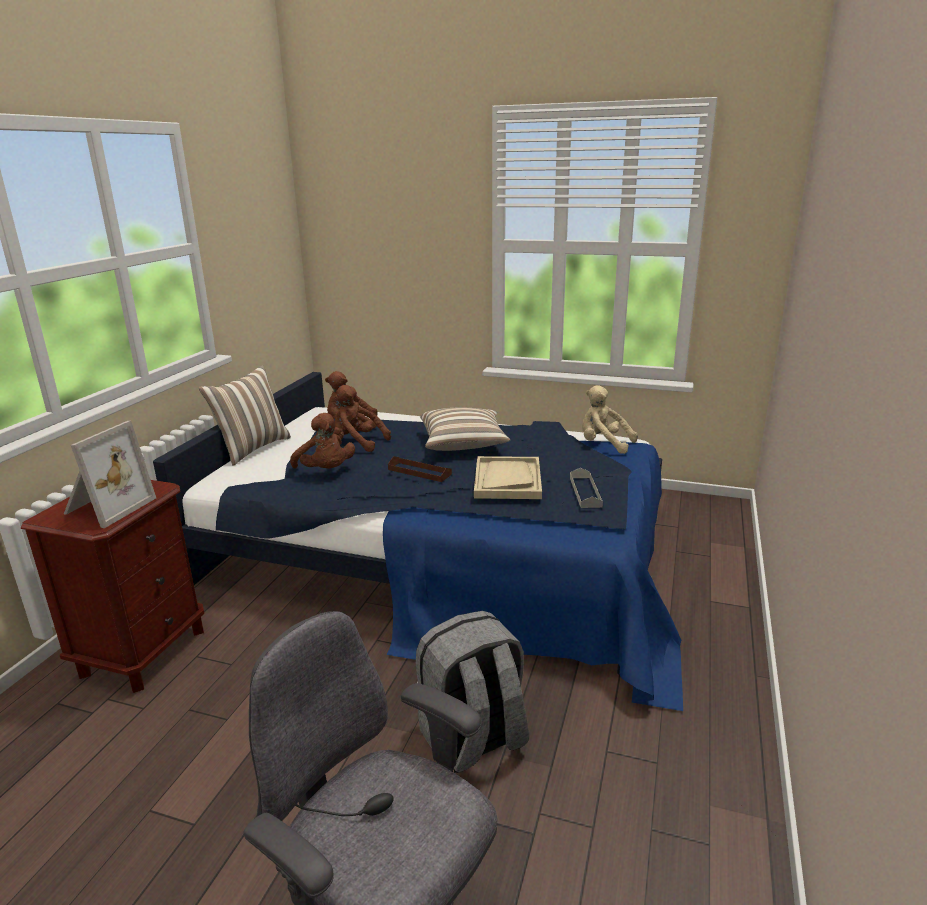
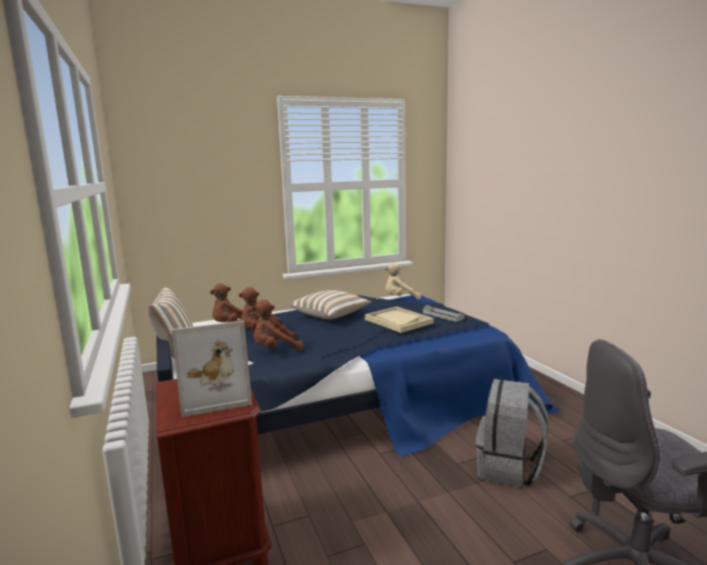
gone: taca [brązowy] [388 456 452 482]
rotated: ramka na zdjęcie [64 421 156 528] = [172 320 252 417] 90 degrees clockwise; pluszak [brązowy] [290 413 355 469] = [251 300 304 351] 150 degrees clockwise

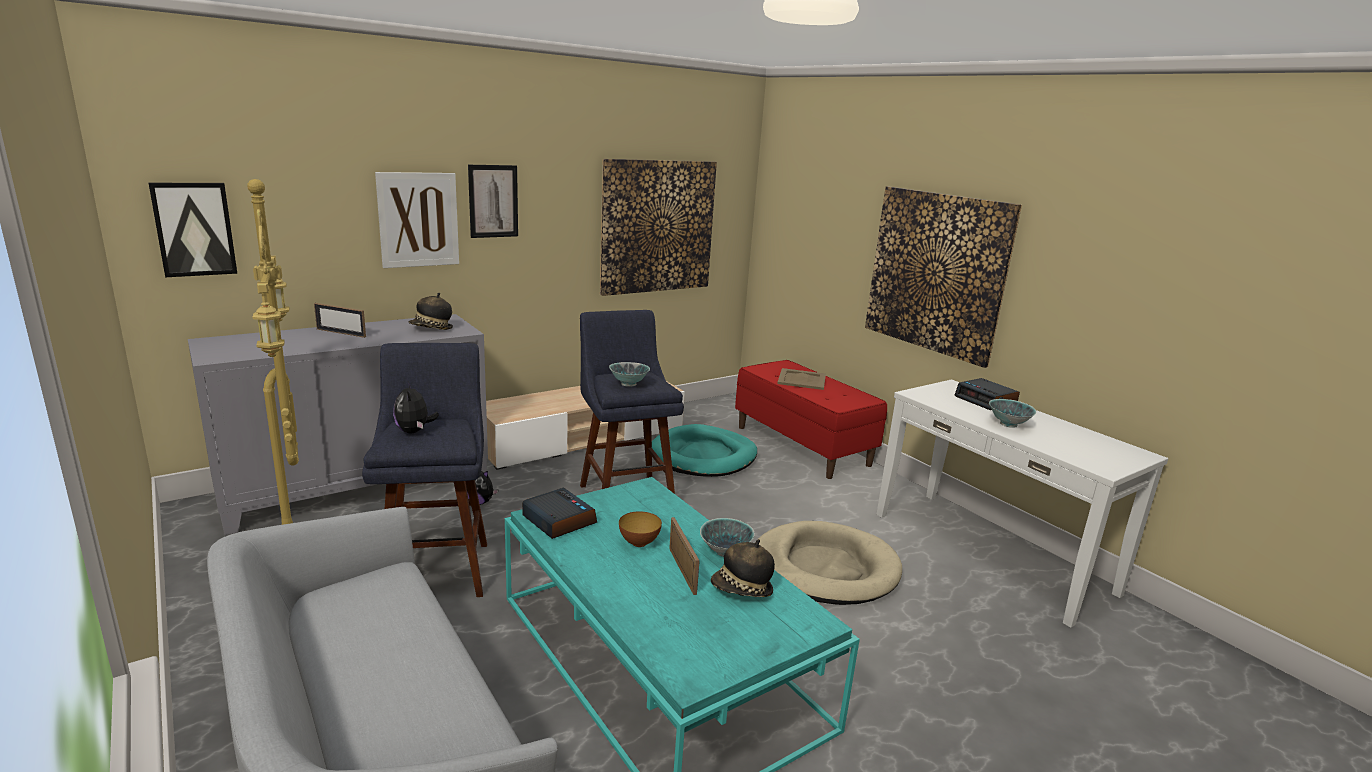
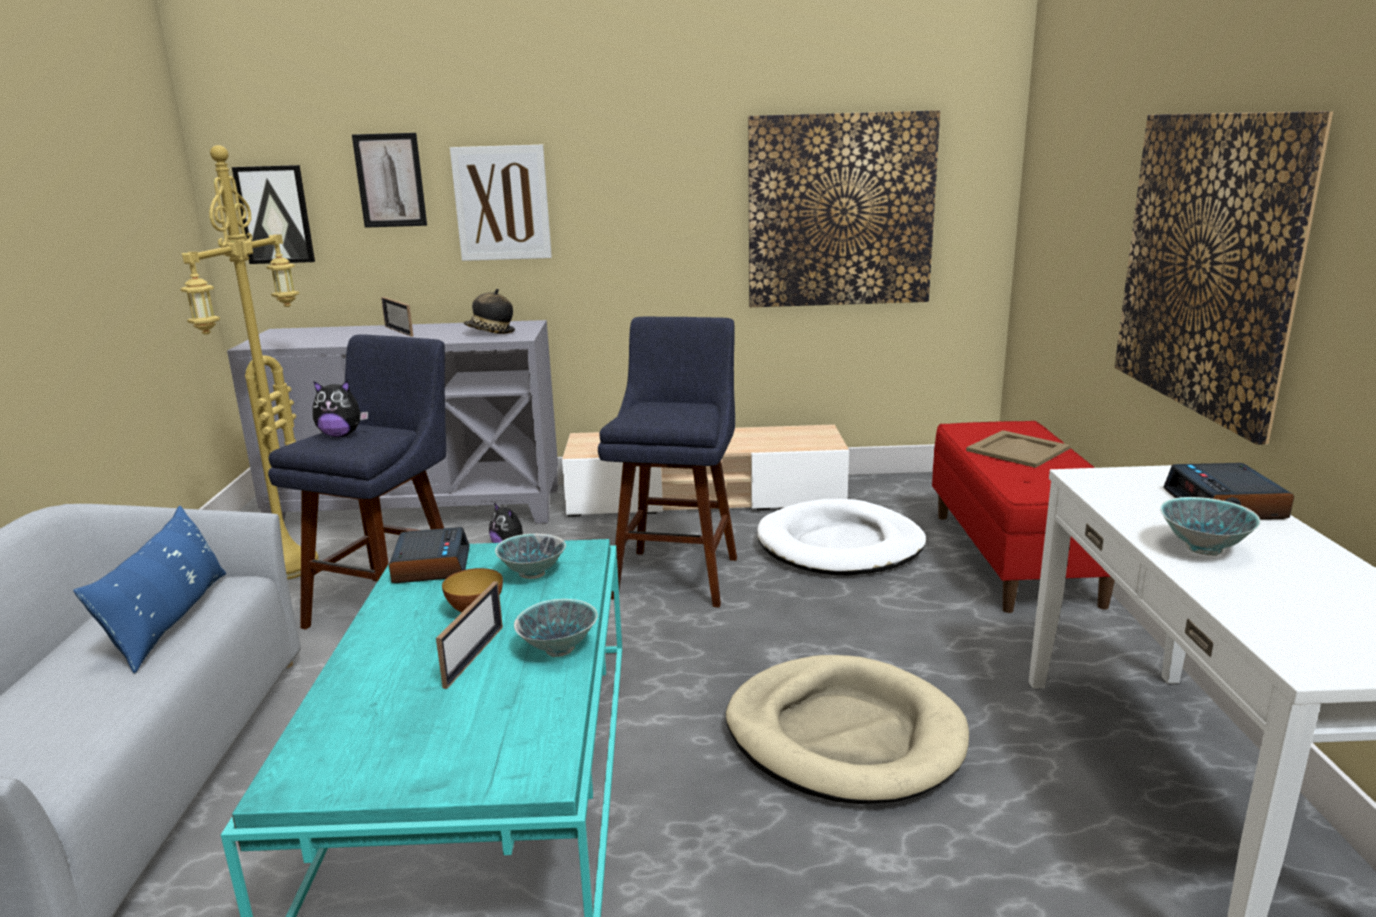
gone: kapelusz [711 539 775 597]
new: poduszka [niebieski] [73 506 226 674]
shifted: obraz [468 165 518 238] to [352 133 427 228]; miska [609 362 650 387] to [495 533 566 579]
repainted: legowisko [turkusowy] [652 424 757 477] to legowisko [biały] [757 499 926 575]
rotated: pluszak [393 382 439 434] = [313 380 368 437] 105 degrees counterclockwise

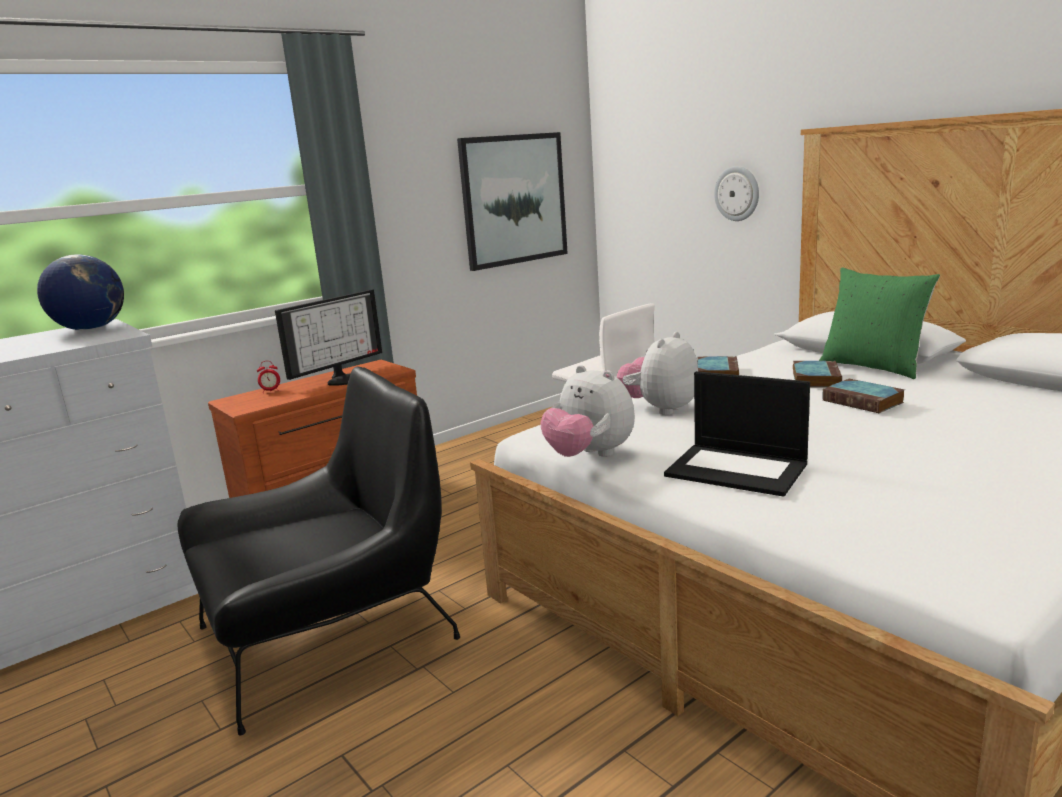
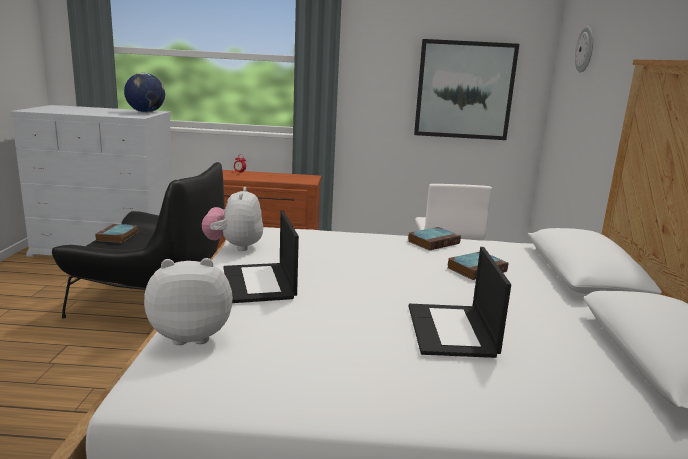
gone: monitor [275 289 382 386]; poduszka [zielony] [819 268 940 379]
new: laptop [408 247 511 358]
shifted: pluszak [617 332 698 415] to [144 258 233 345]; zegar ścienny [714 166 759 221] to [575 27 593 73]; książka [823 379 905 413] to [95 224 138 243]

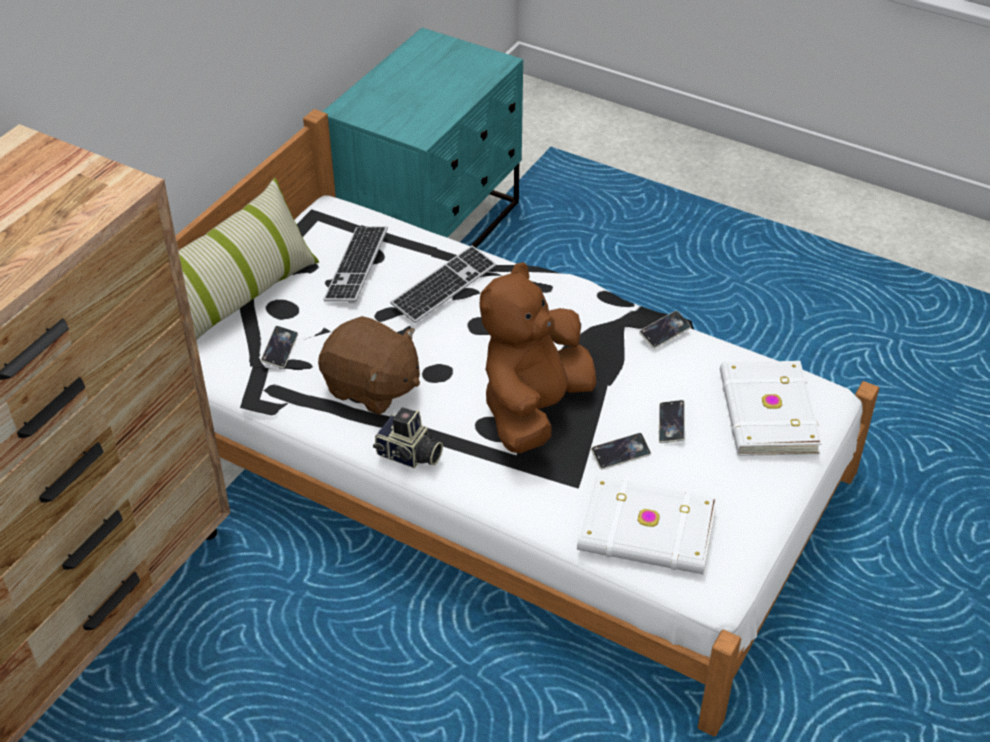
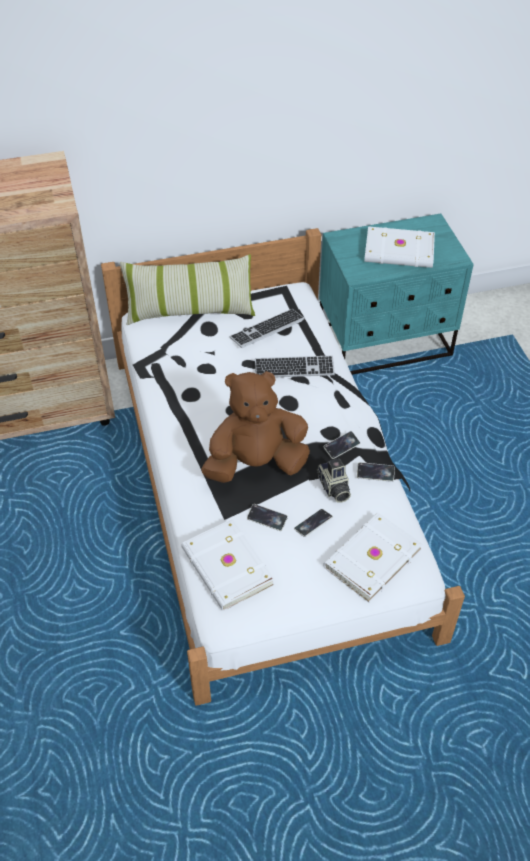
gone: pluszak [brązowy] [318 316 420 415]
new: książka [biały] [364 226 435 268]
shifted: telefon [261 326 298 368] to [323 431 360 459]; aparat fotograficzny [373 407 443 468] to [316 458 351 503]

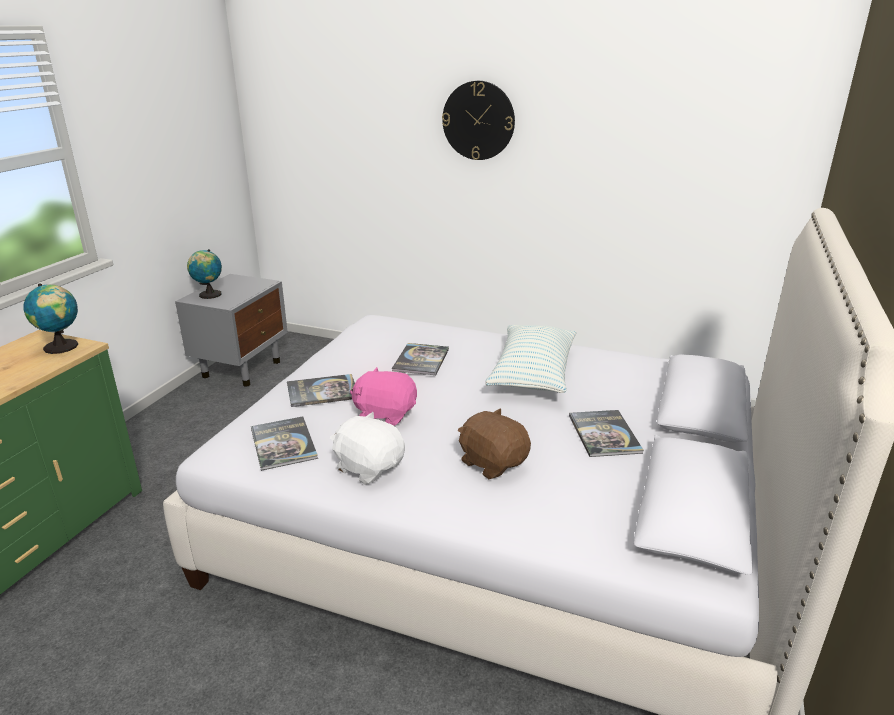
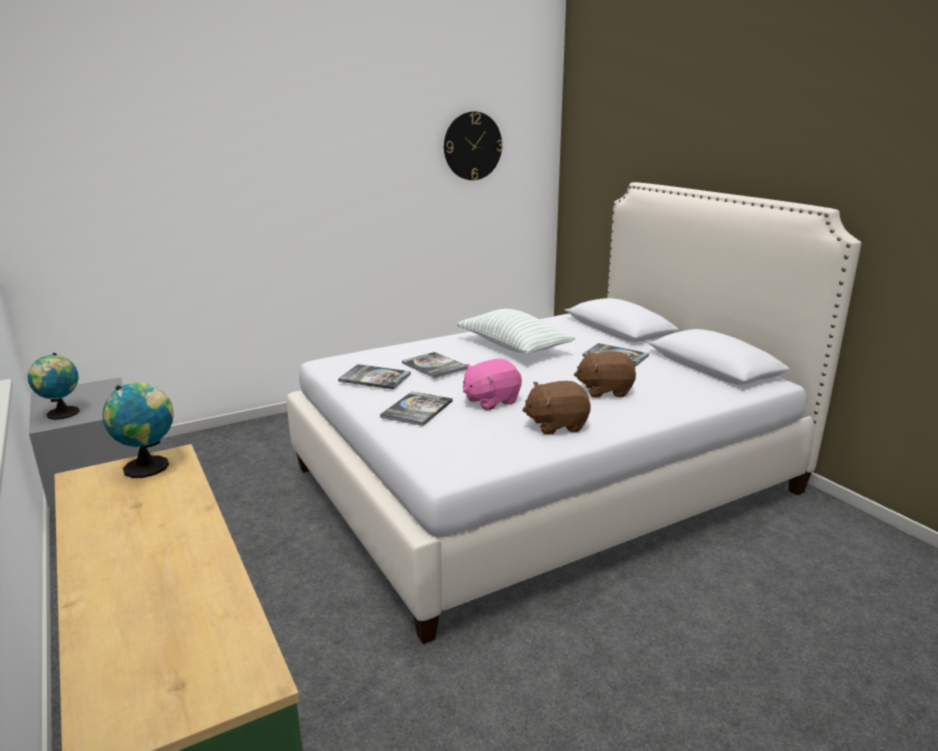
shifted: książka [251 416 318 471] to [338 364 411 389]; zegar ścienny [442 81 515 160] to [444 111 503 180]
repainted: pluszak [biały] [330 412 405 485] to pluszak [brązowy] [522 381 591 435]

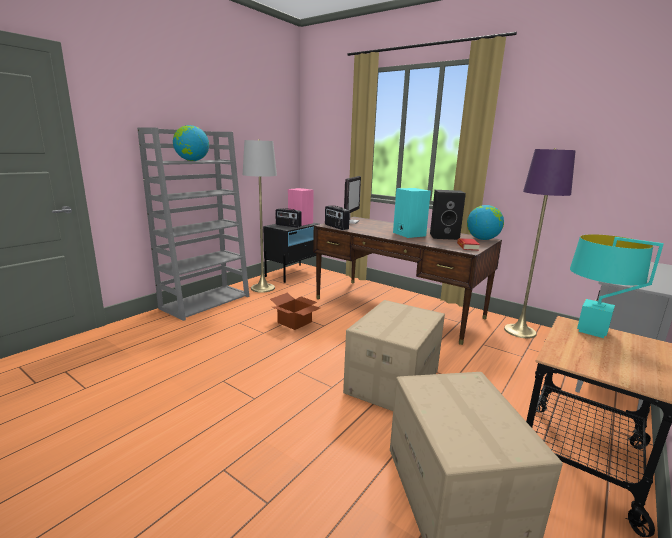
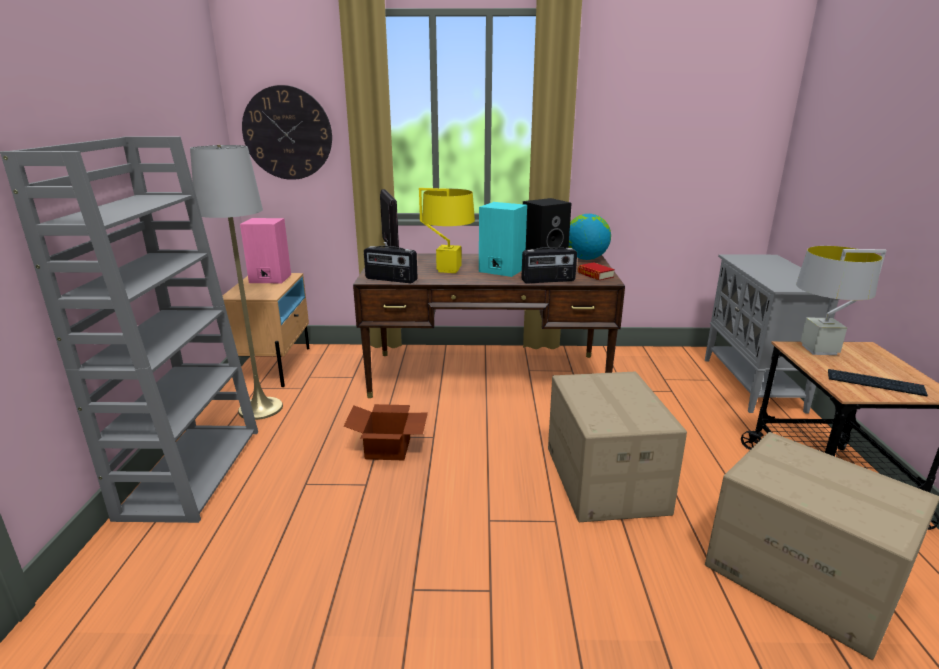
gone: globus [173 125 209 161]; lampa stojąca [fioletowy] [504 148 576 338]
new: zegar ścienny [242 85 332 180]; lampa stołowa [żółty] [419 188 475 273]; klawiatura [828 369 928 396]
shifted: radio [275 208 302 228] to [521 247 577 284]
repainted: szafka nocna [czarny] [263 223 319 283] to szafka nocna [beżowy] [223 273 309 387]; lampa stołowa [turkusowy] [570 234 664 338] to lampa stołowa [szary] [796 246 887 355]

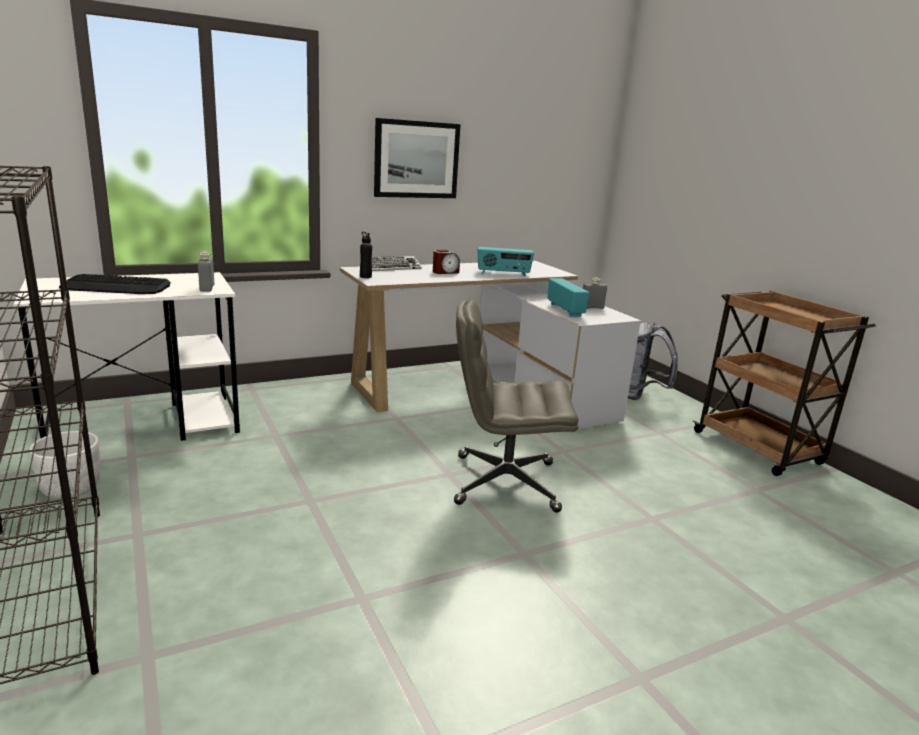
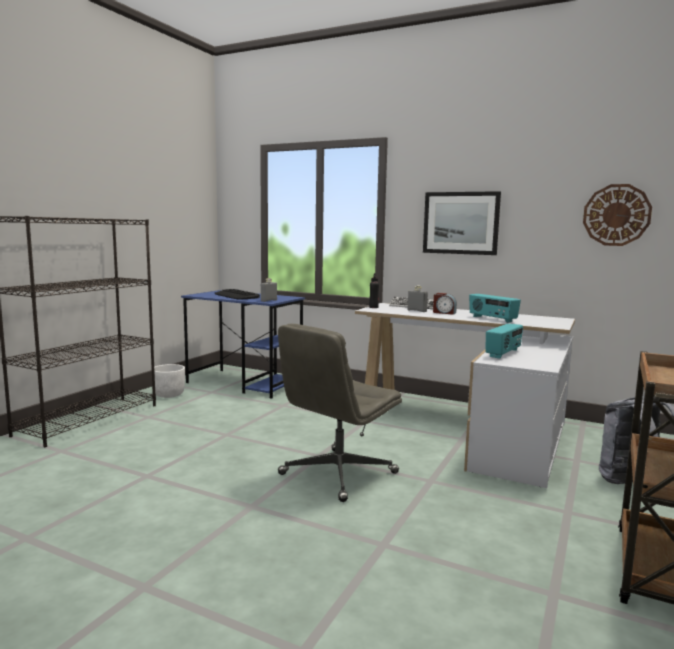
new: zegar ścienny [583 184 652 246]
shifted: butelka [szary] [583 278 607 309] to [408 286 428 312]
repainted: biurko [biały] [13 272 240 441] to biurko [niebieski] [181 290 305 398]
rotated: krzesło biurowe [szary] [454 300 579 513] = [278 324 402 502] 105 degrees counterclockwise

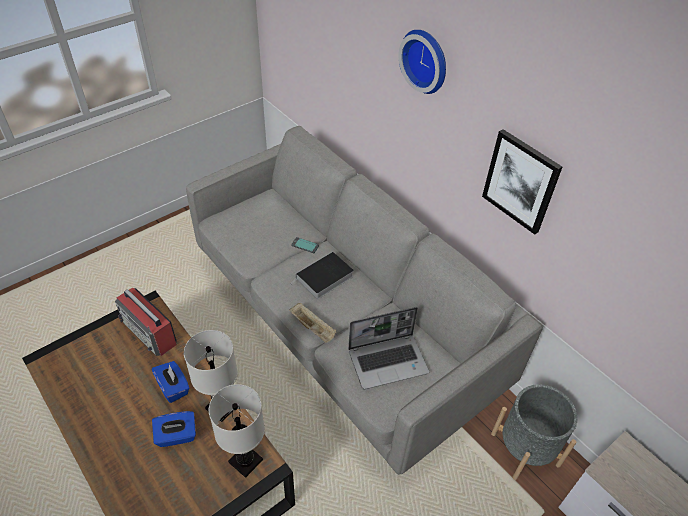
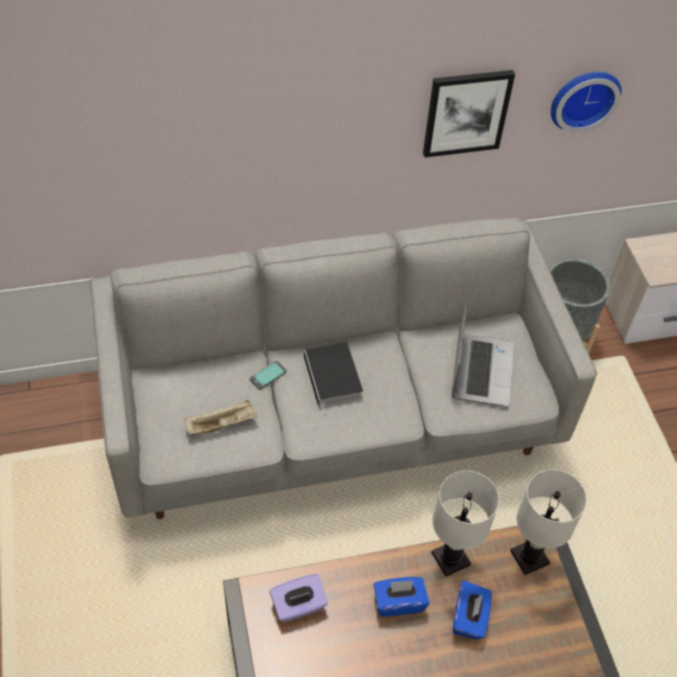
shifted: taca [beżowy] [289 303 337 343] to [185 400 258 434]; zegar ścienny [399 30 446 94] to [551 72 622 133]
swapped: radio [115 287 177 356] to pudełko chusteczek [fioletowy] [270 574 328 623]

